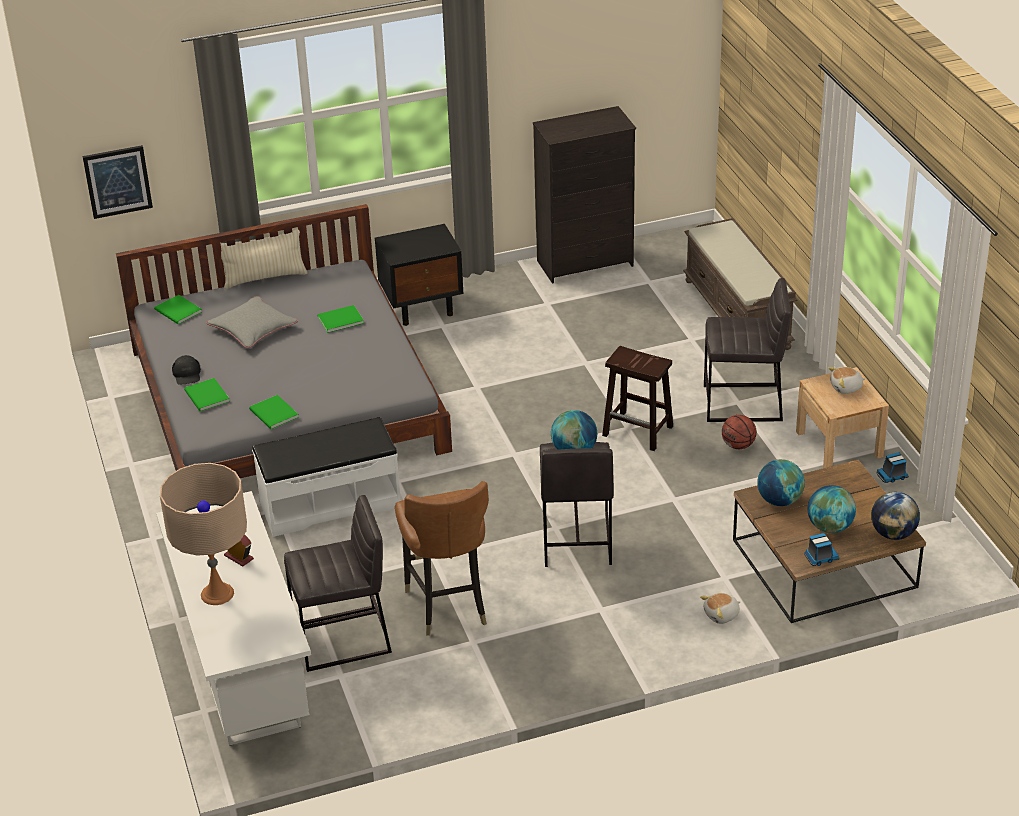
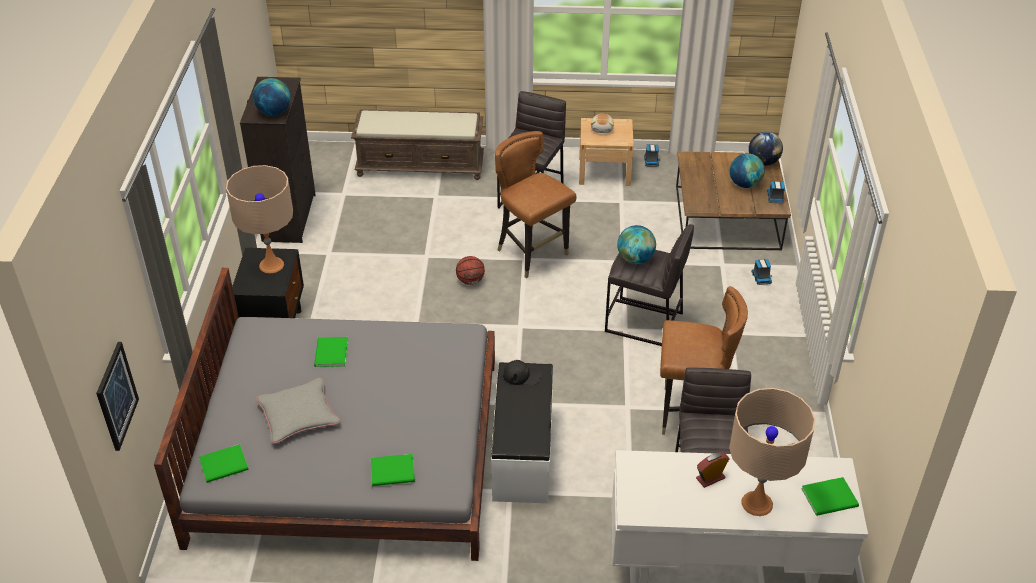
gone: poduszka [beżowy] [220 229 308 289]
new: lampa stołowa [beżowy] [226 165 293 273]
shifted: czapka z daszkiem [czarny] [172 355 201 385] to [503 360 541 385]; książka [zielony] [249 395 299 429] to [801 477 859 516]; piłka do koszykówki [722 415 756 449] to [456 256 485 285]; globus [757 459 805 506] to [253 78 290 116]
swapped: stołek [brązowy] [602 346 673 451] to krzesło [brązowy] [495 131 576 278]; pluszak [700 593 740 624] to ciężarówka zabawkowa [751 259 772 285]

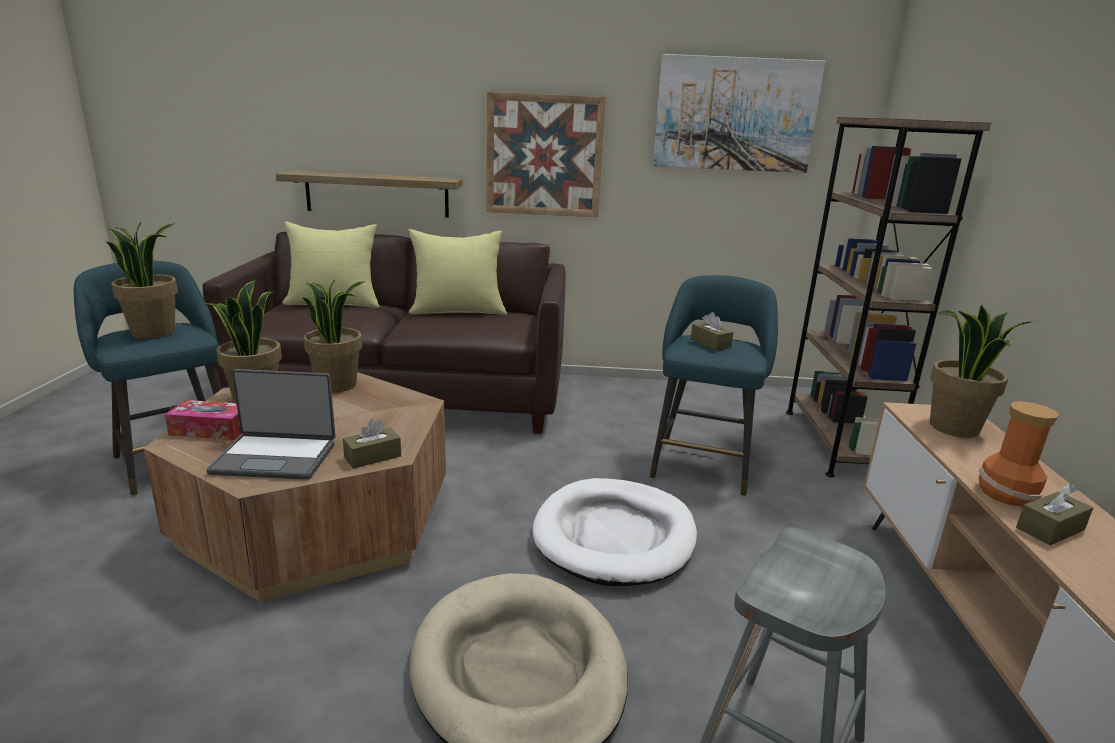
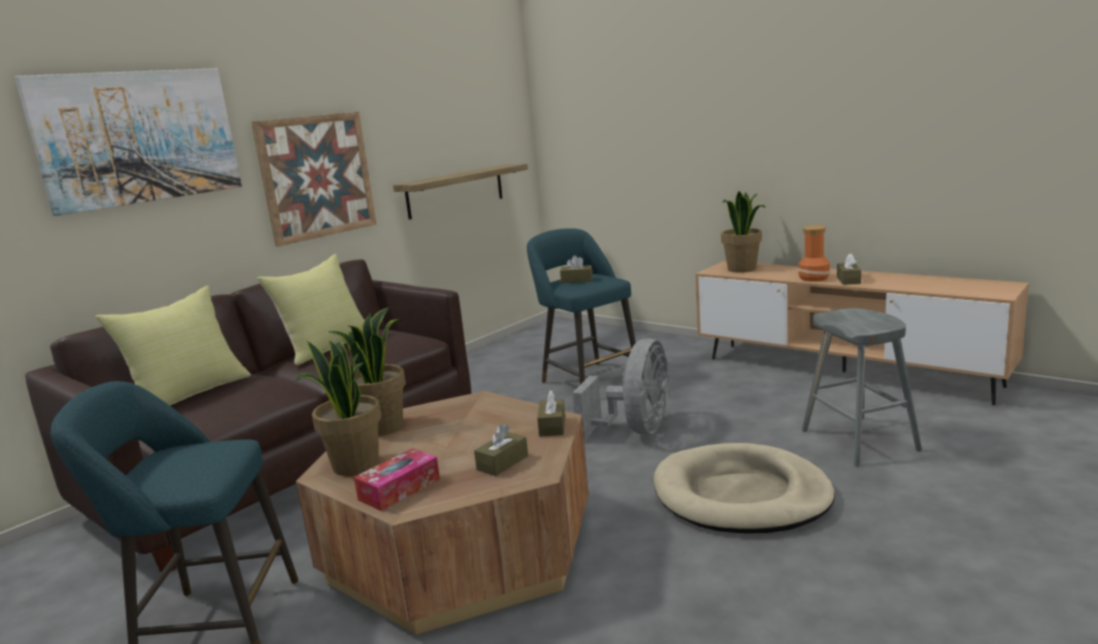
gone: roślina doniczkowa [106 222 178 339]; regał [brązowy] [786 117 991 477]
shifted: półka [276 171 463 218] to [393 164 528 220]; obraz [652 54 825 173] to [15 68 242 216]
swapped: laptop [206 369 336 480] to pudełko chusteczek [brązowy] [474 424 528 476]; legowisko [biały] [532 478 697 586] to wentylator [szary] [573 338 670 440]

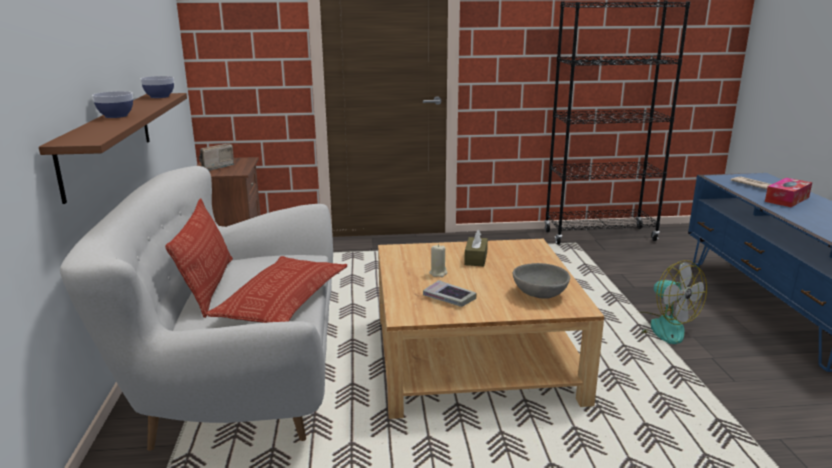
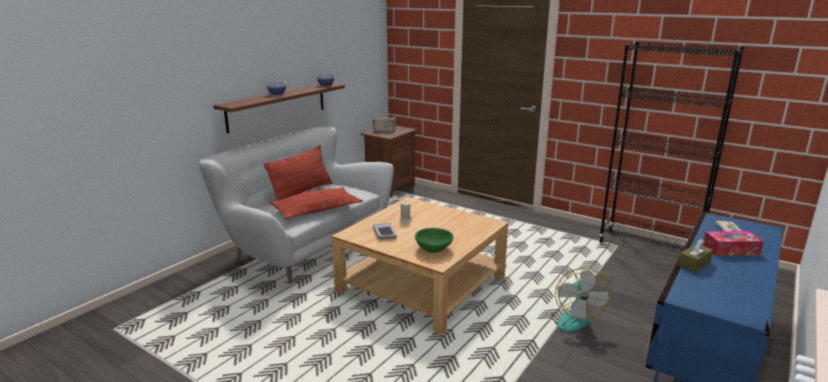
shifted: pudełko chusteczek [brązowy] [464 229 488 267] to [678 239 713 273]
repainted: miska [szary] [513 263 570 299] to miska [zielony] [415 228 454 253]

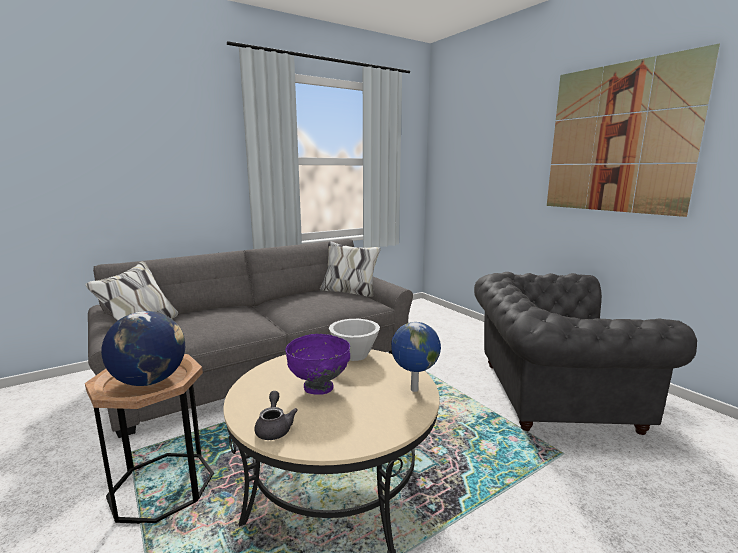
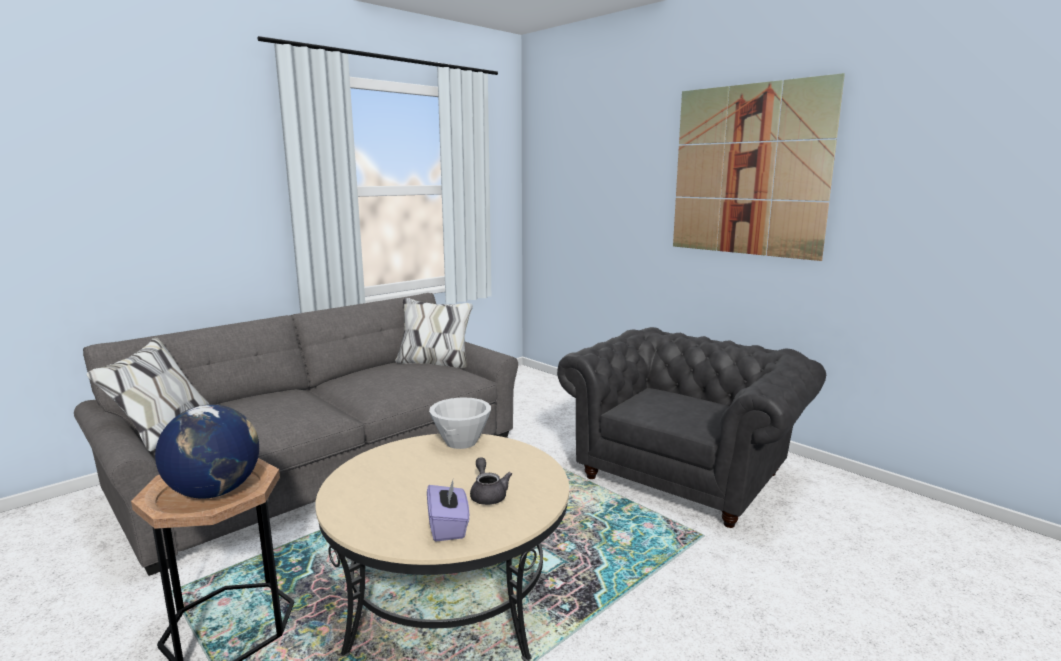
gone: miska [fioletowy] [285 334 350 395]; globus [391 322 441 392]
new: pudełko chusteczek [fioletowy] [427 480 469 541]
shifted: imbryk [szary] [254 391 298 440] to [470 457 512 505]
rotated: fotel [szary] [474 272 697 435] = [557 327 826 528] 135 degrees clockwise

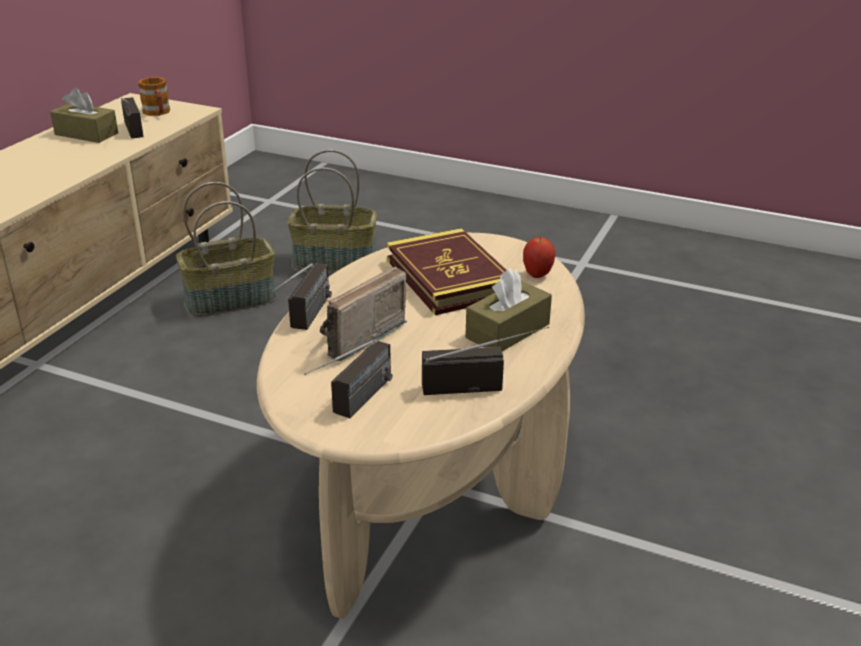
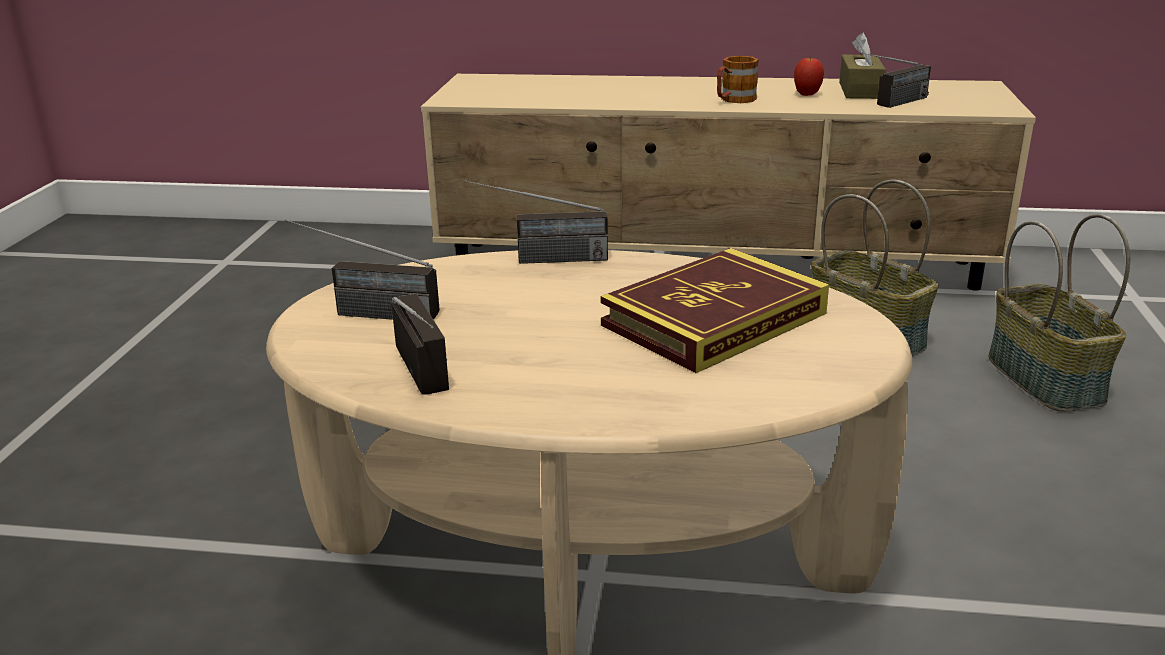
gone: radio [320 267 407 361]; pudełko chusteczek [brązowy] [465 268 552 351]
shifted: kubek [138 77 170 116] to [717 56 759 103]; jabłko [523 236 556 278] to [794 58 824 96]

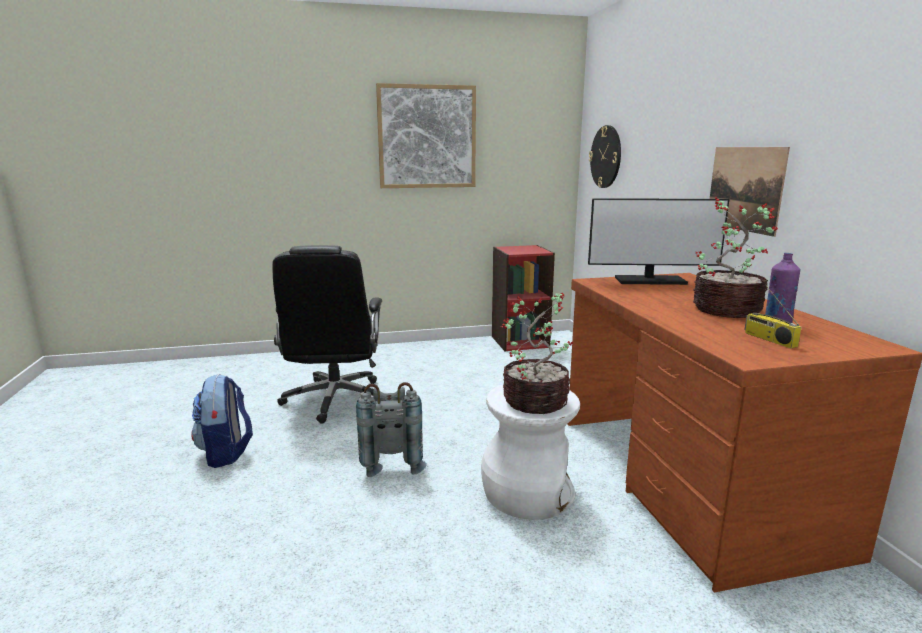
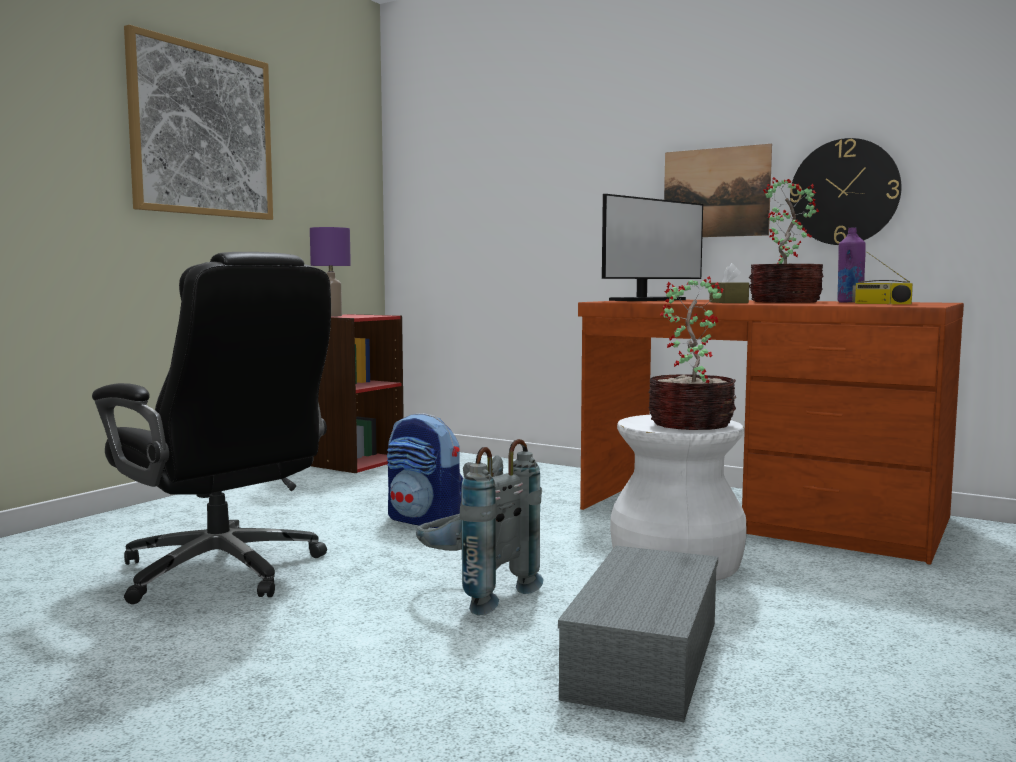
new: lampa stołowa [fioletowy] [310 227 351 317]; pojemnik do przechowywania [szary] [558 546 718 722]; pudełko chusteczek [brązowy] [709 263 749 303]
shifted: plecak [191 374 253 468] to [387 413 463 528]; zegar ścienny [589 125 621 188] to [790 138 901 245]

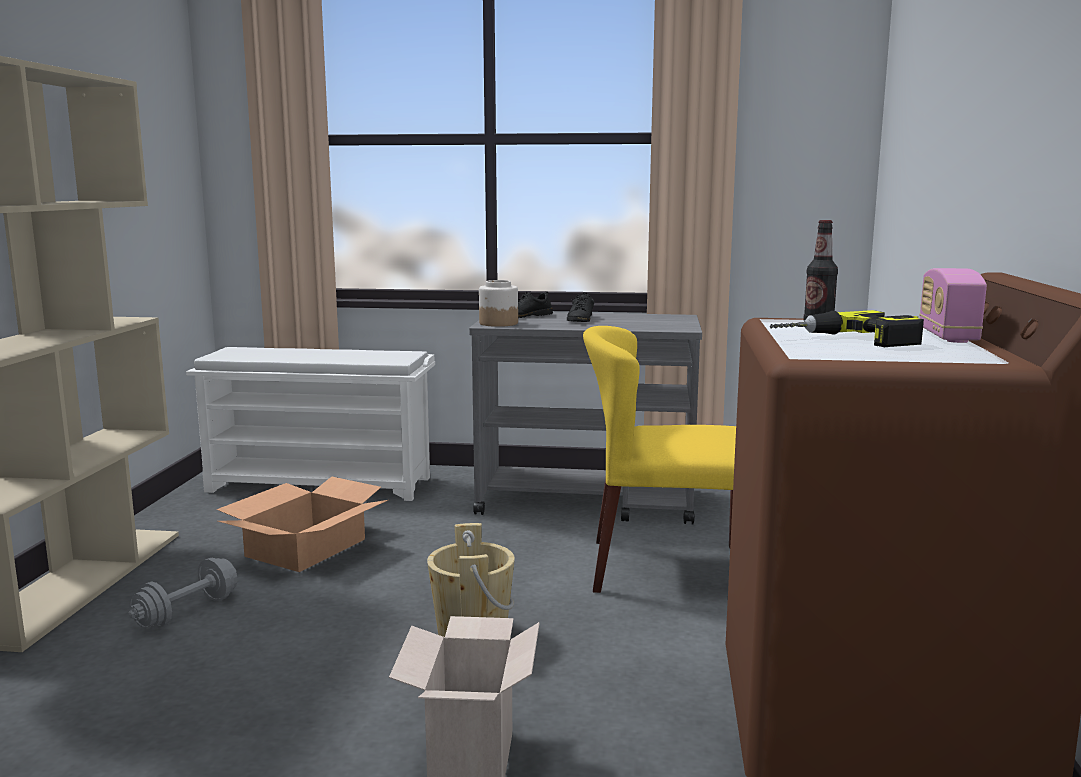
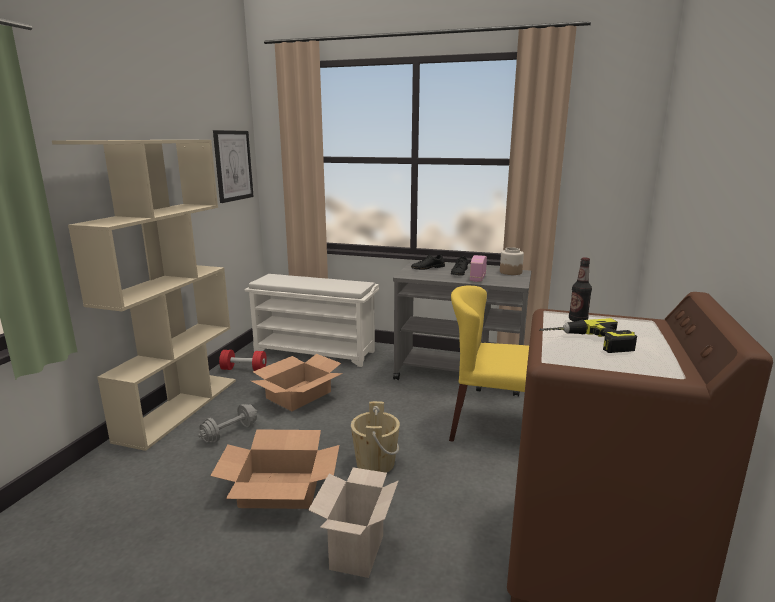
new: karton [211 429 339 509]; obraz [213 130 254 203]; hantel [czerwony] [219 350 267 371]
shifted: słoik [479 280 518 327] to [500 247 524 275]; radio [919 268 987 343] to [470 255 487 282]

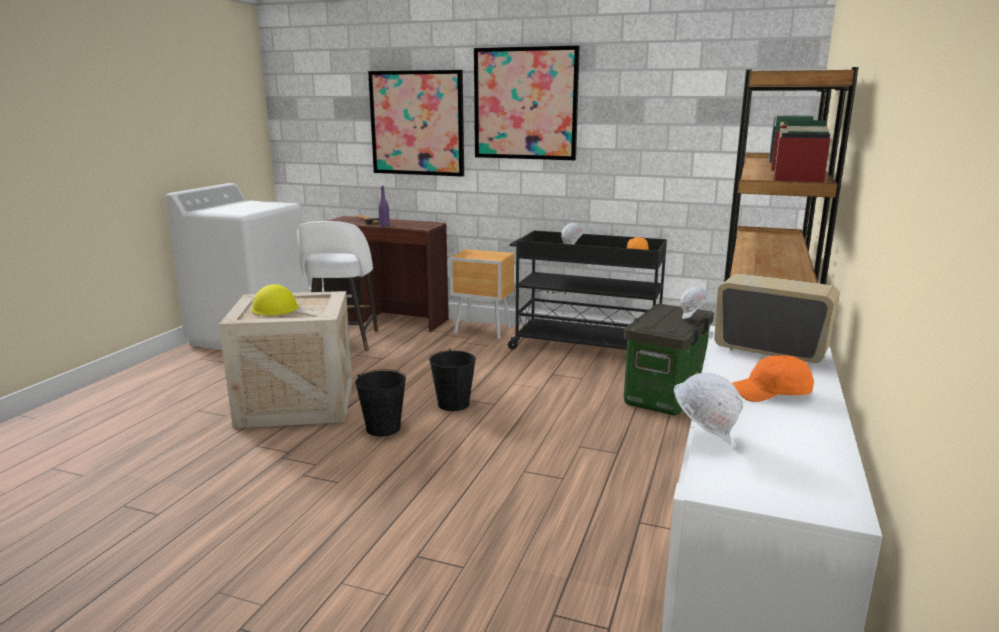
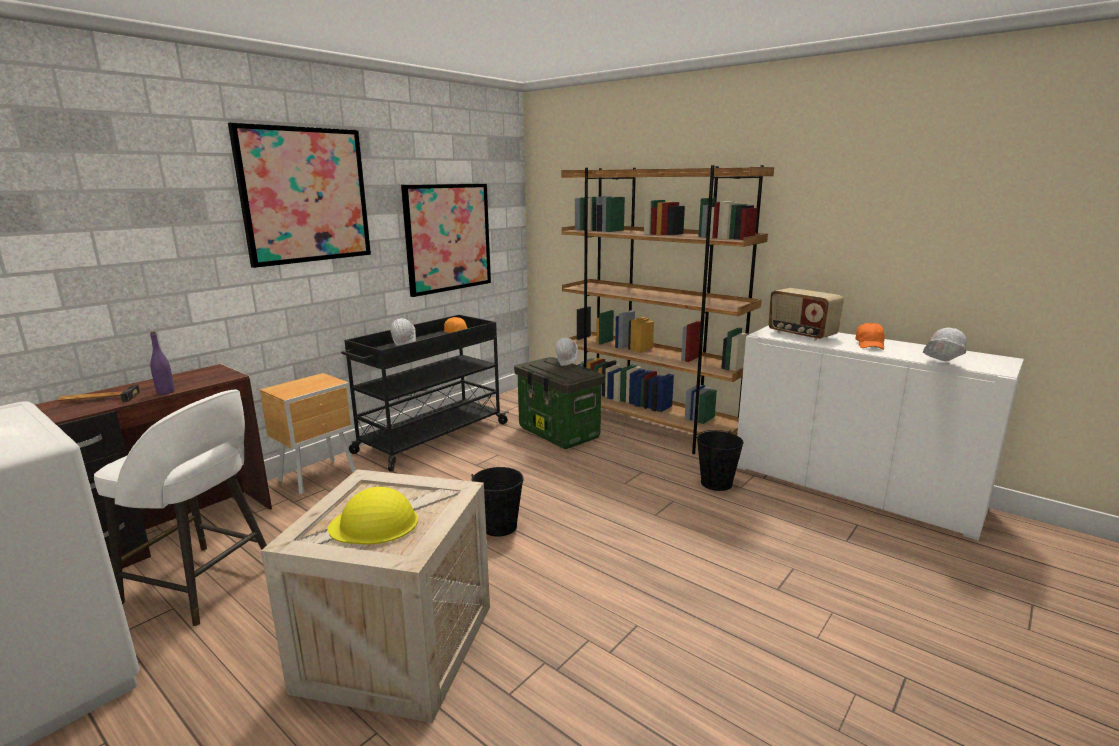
shifted: wiadro [czarny] [355 369 406 436] to [696 430 744 491]; obraz [368 70 464 177] to [401 183 491 297]
rotated: radio [714 273 840 363] = [768 288 844 340] 90 degrees counterclockwise

